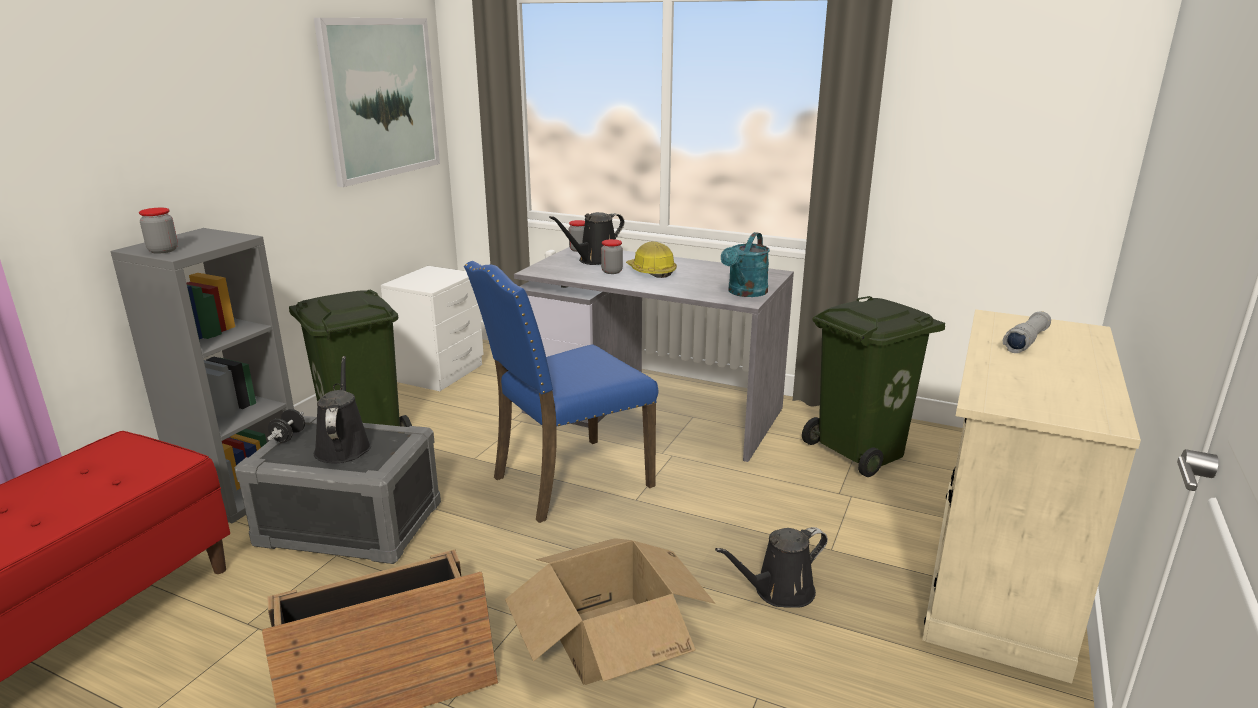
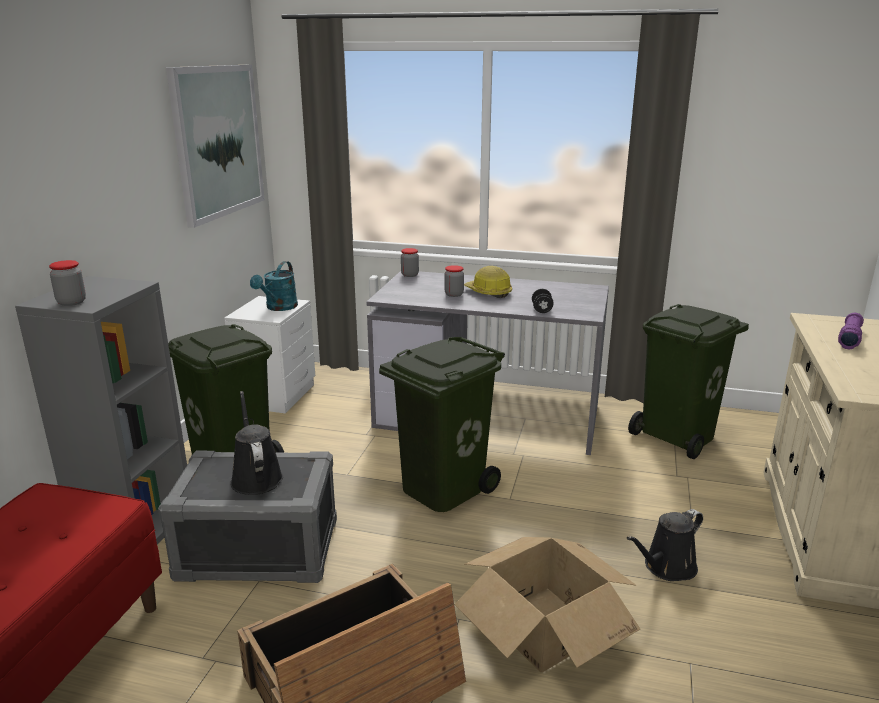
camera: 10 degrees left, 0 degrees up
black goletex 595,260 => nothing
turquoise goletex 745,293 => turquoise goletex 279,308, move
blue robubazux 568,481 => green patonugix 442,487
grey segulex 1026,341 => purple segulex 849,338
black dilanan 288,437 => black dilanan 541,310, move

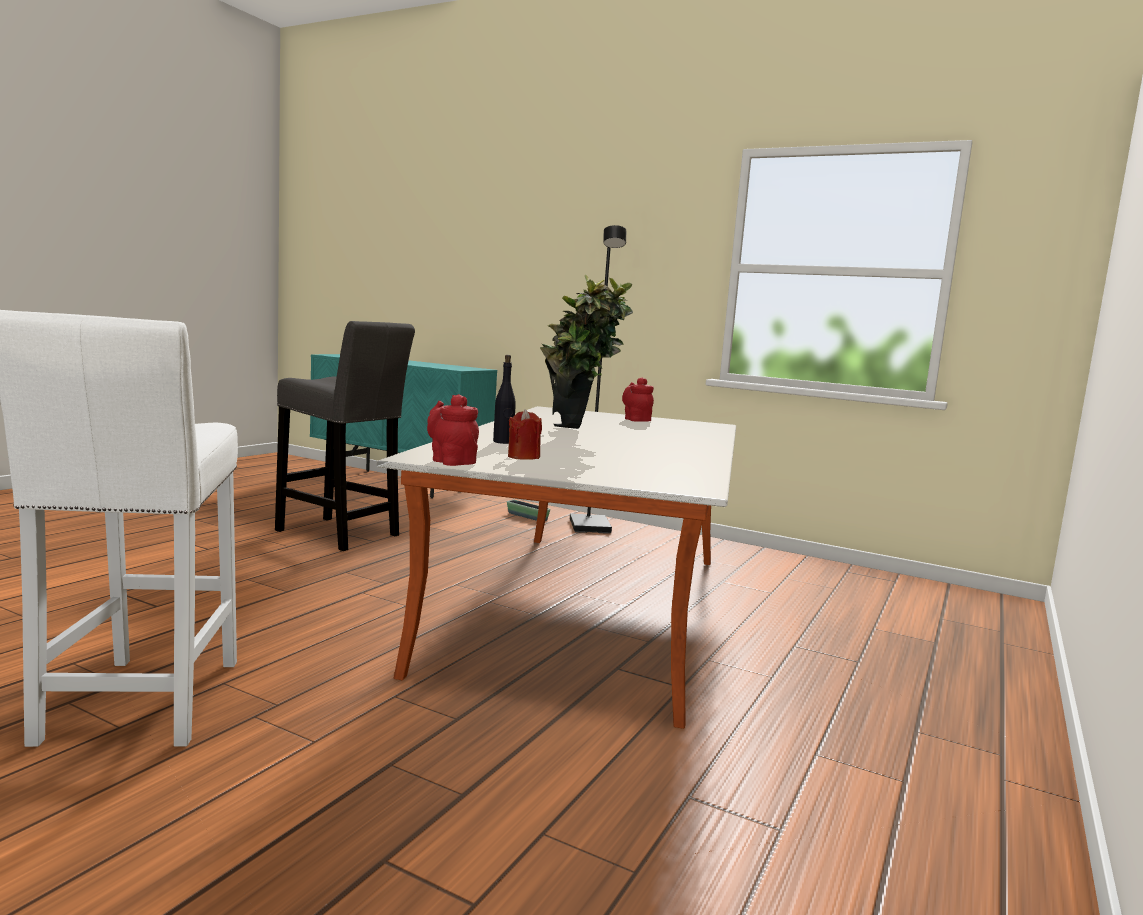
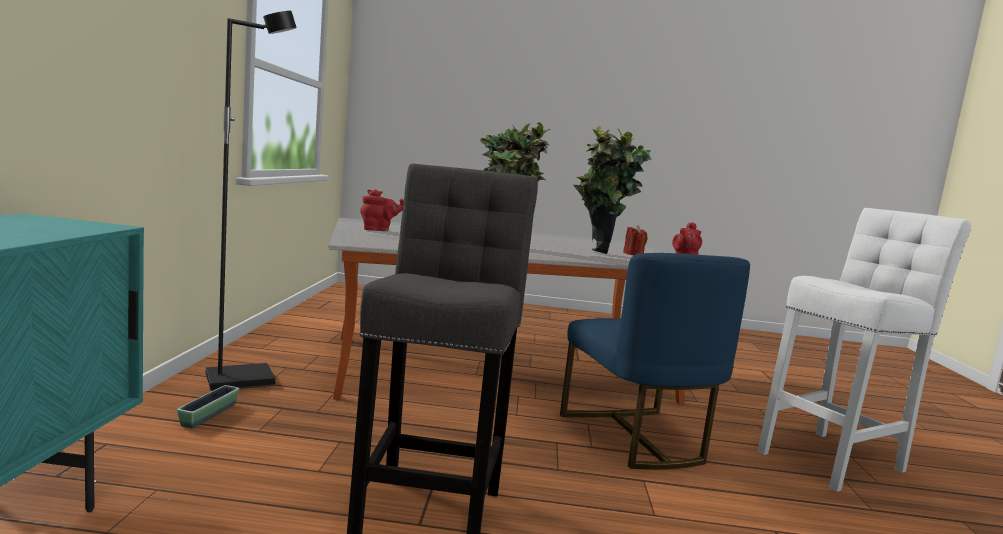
camera: 115 degrees left, 0 degrees up
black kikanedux 503,442 => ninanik 598,255
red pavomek 636,420 => red pavomek 379,230, 150 degrees counterclockwise
nothing => blue robubazux 636,438

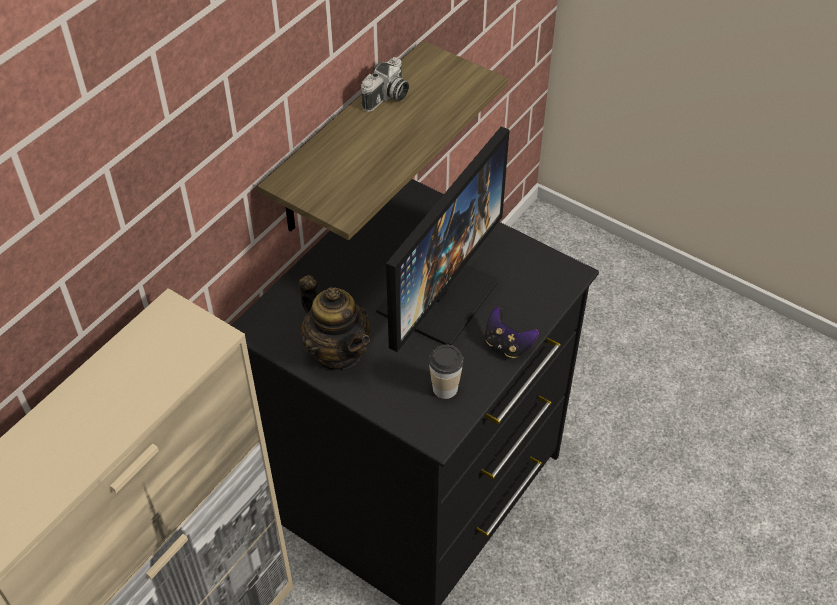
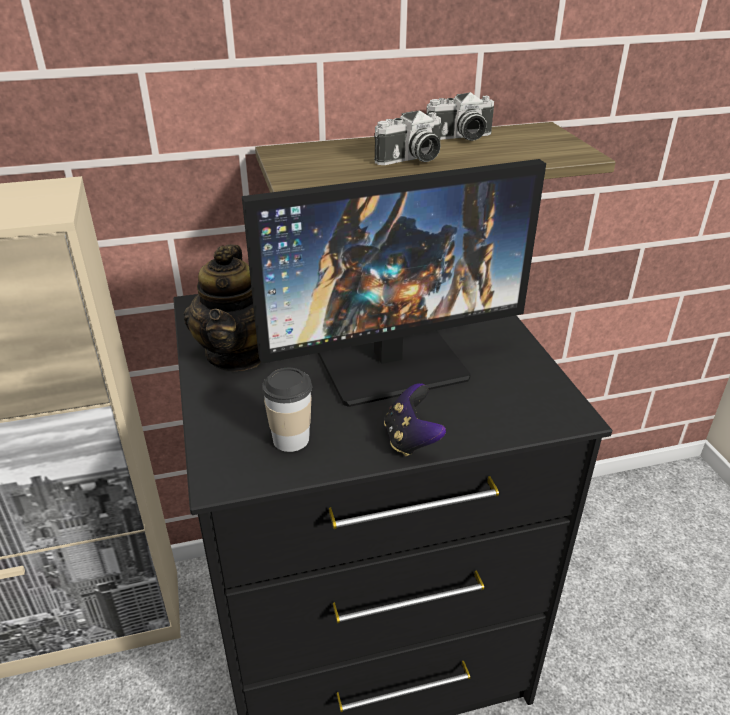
camera: 40 degrees right, 15 degrees down
nothing => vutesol 411,159

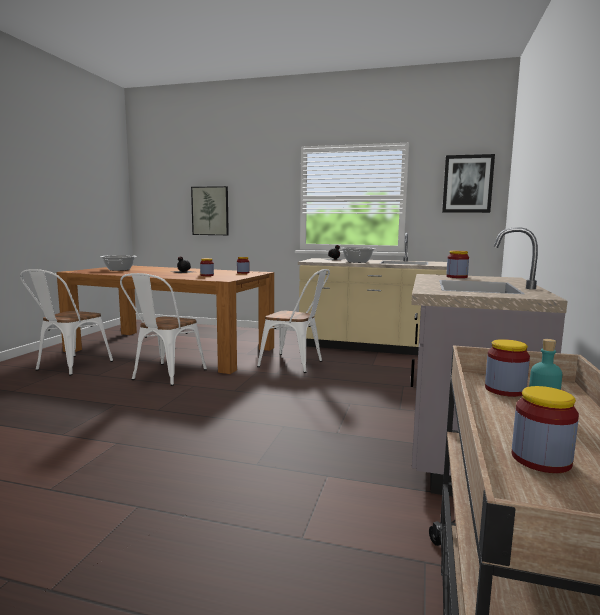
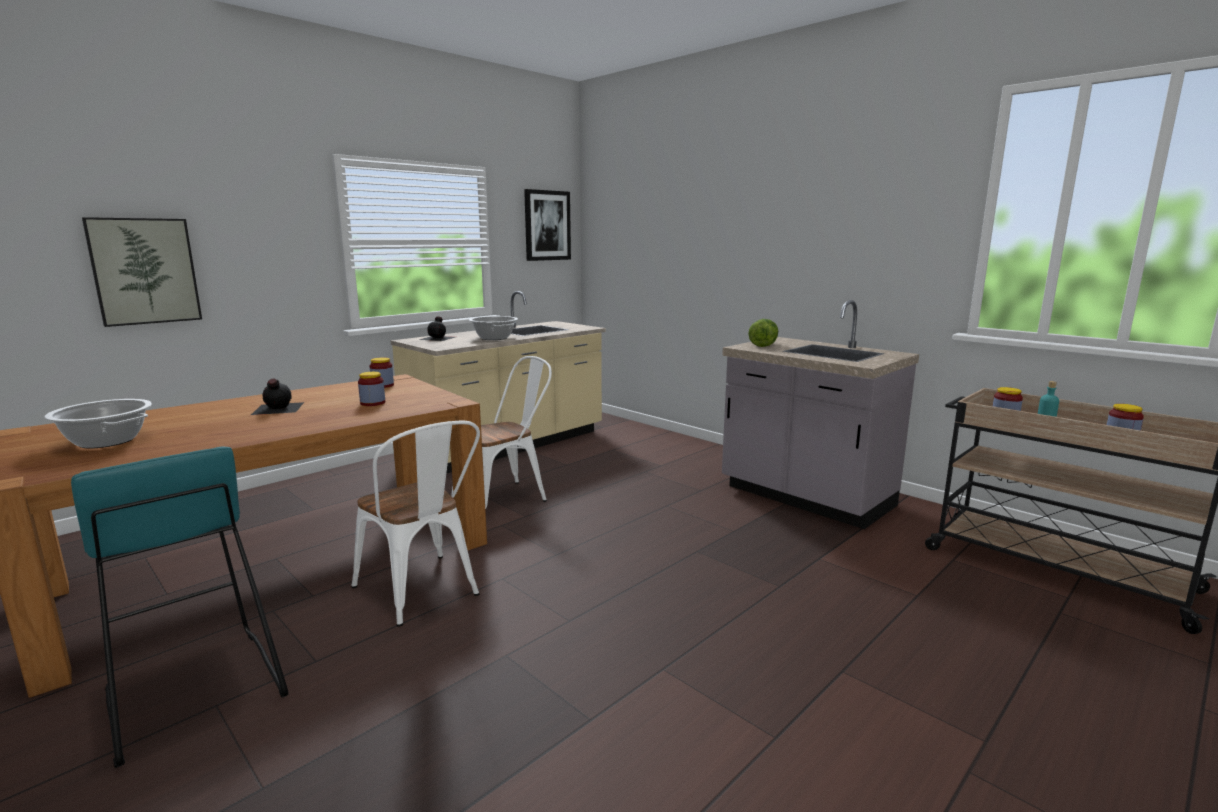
camera: 60 degrees left, 5 degrees up
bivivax 456,277 => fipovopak 763,345
white robubazux 69,367 => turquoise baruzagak 194,693

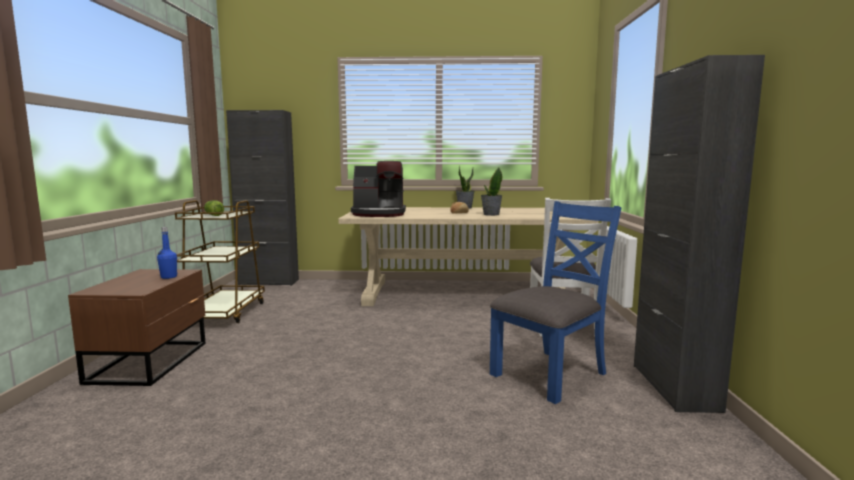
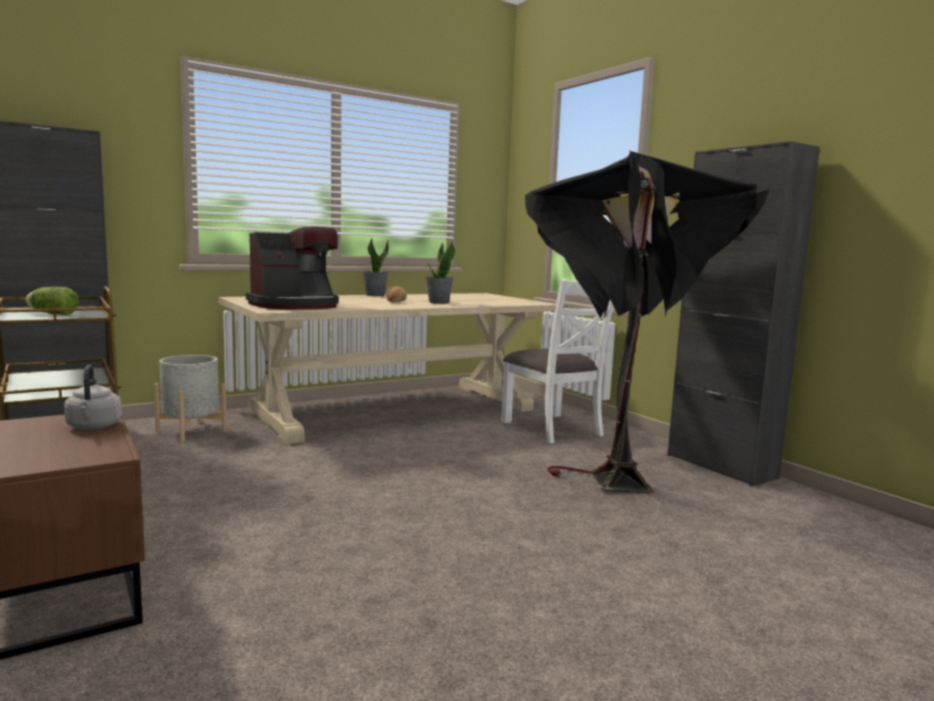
camera: 35 degrees left, 0 degrees up
blue robubazux 550,374 => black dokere 618,477
blue kikanedux 168,277 => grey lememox 93,427
nothing => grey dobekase 191,431

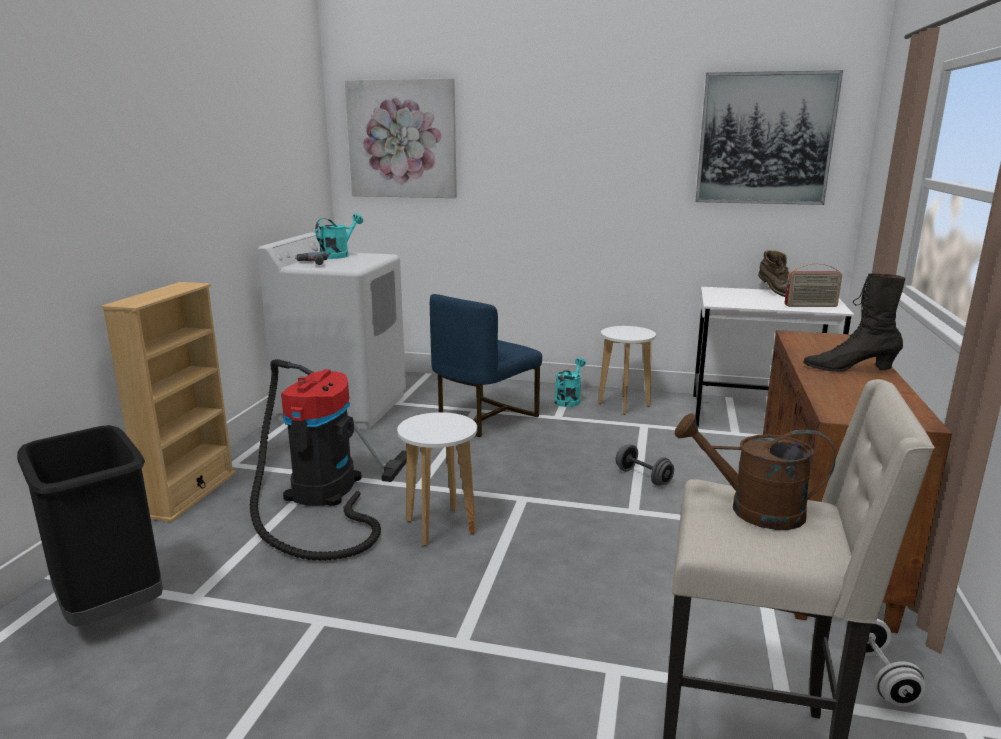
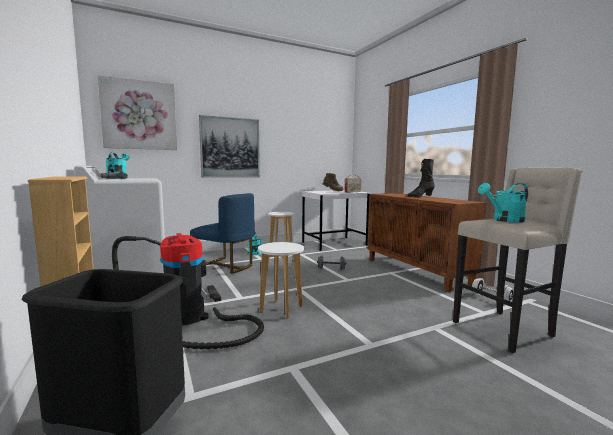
camera: 40 degrees left, 10 degrees down
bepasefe 765,139 => bepasefe 230,148, move
blue robubazux 484,418 => blue robubazux 225,266, 60 degrees counterclockwise
brown goletex 752,510 => turquoise goletex 504,220

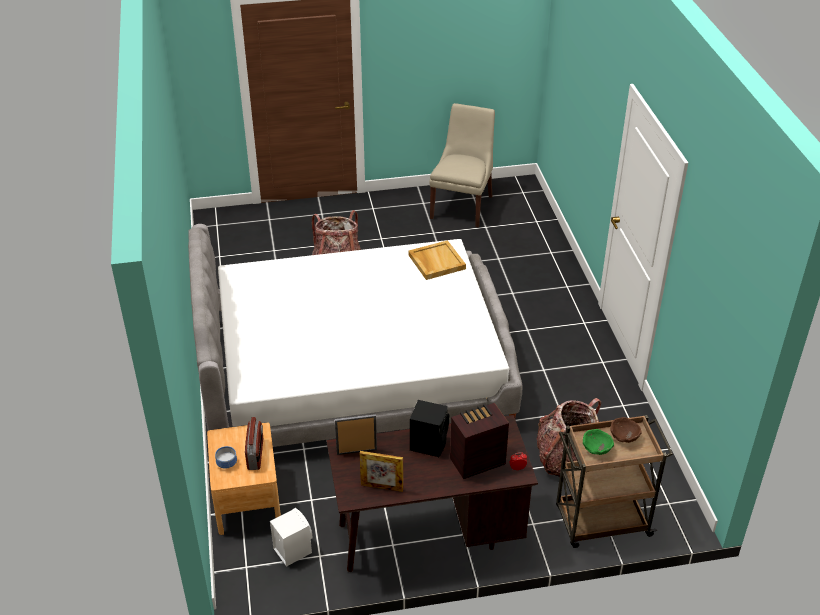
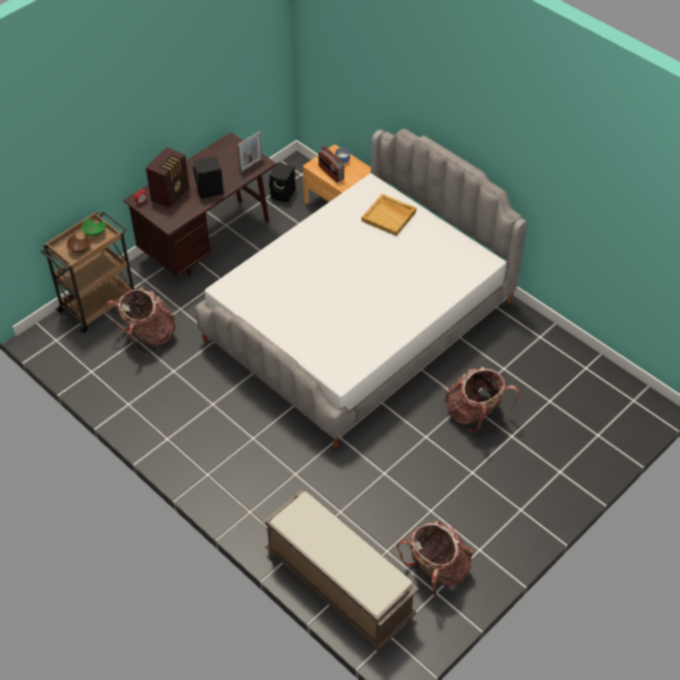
camera: 145 degrees right, 10 degrees up
beige robubazux 462,206 => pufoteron 436,570
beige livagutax 436,262 => beige livagutax 389,216, move
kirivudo 382,487 => nothing
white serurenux 292,549 => black serurenux 283,194
nothing => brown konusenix 337,585

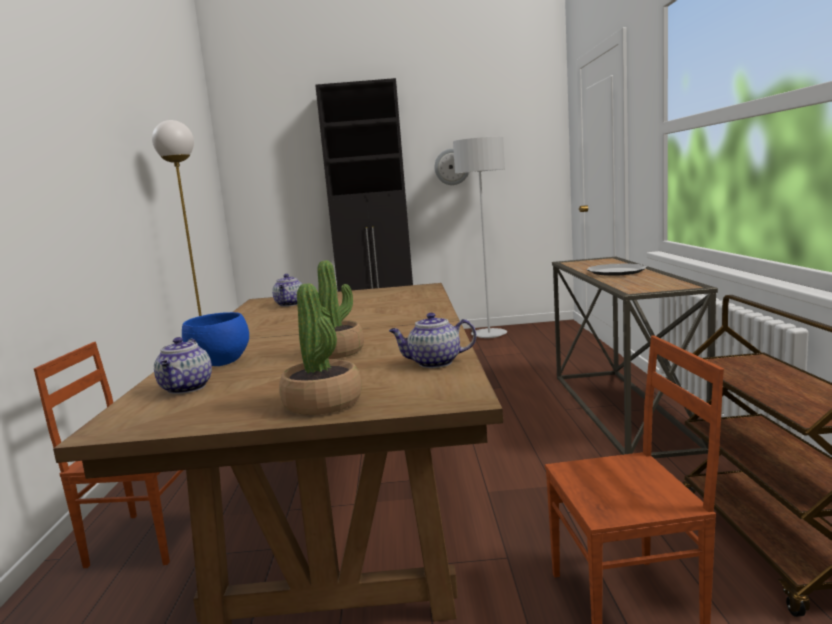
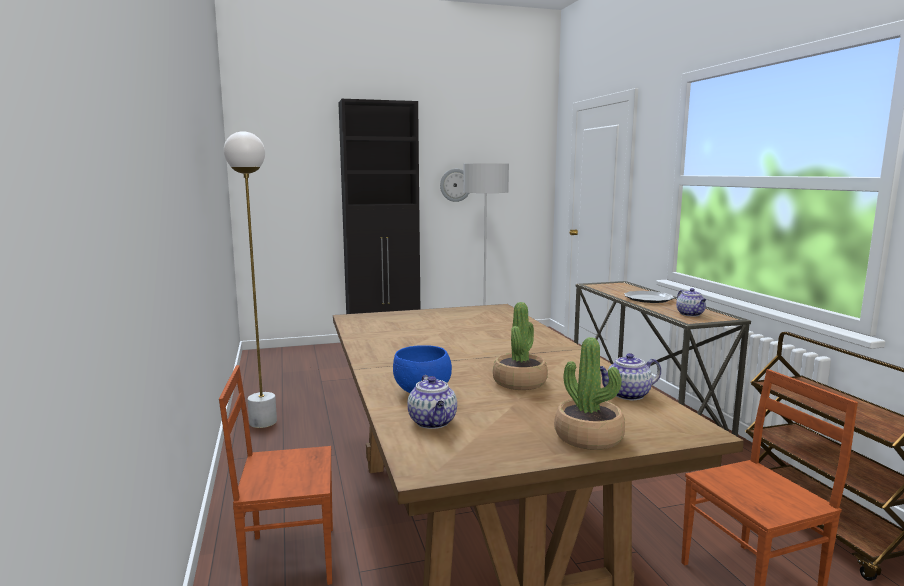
camera: 15 degrees left, 0 degrees up
pavomek 290,304 => pavomek 690,314, move

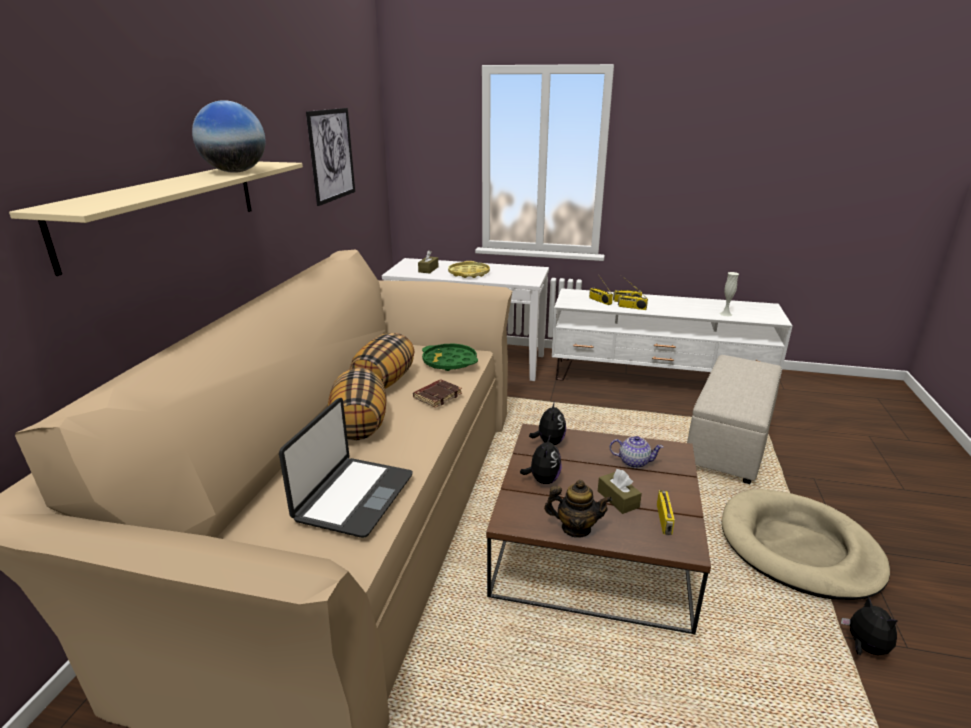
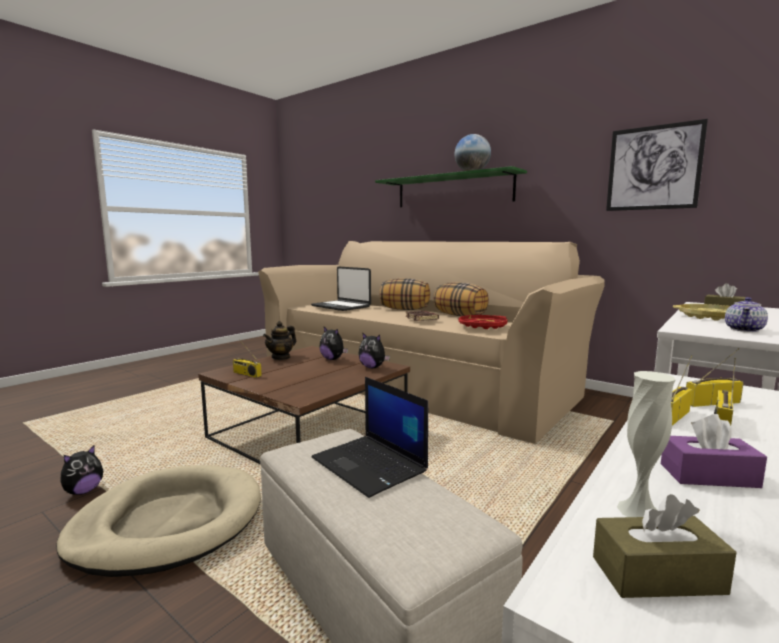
camera: 115 degrees right, 15 degrees down
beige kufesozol 166,209 => green kufesozol 453,191
green livagutax 449,362 => red livagutax 482,326
pavomek 633,462 => pavomek 744,329, move
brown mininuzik 618,499 => brown mininuzik 657,575, move
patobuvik 864,647 => patobuvik 83,491, 60 degrees counterclockwise
nothing => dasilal 370,465
nothing => purple mininuzik 708,475

